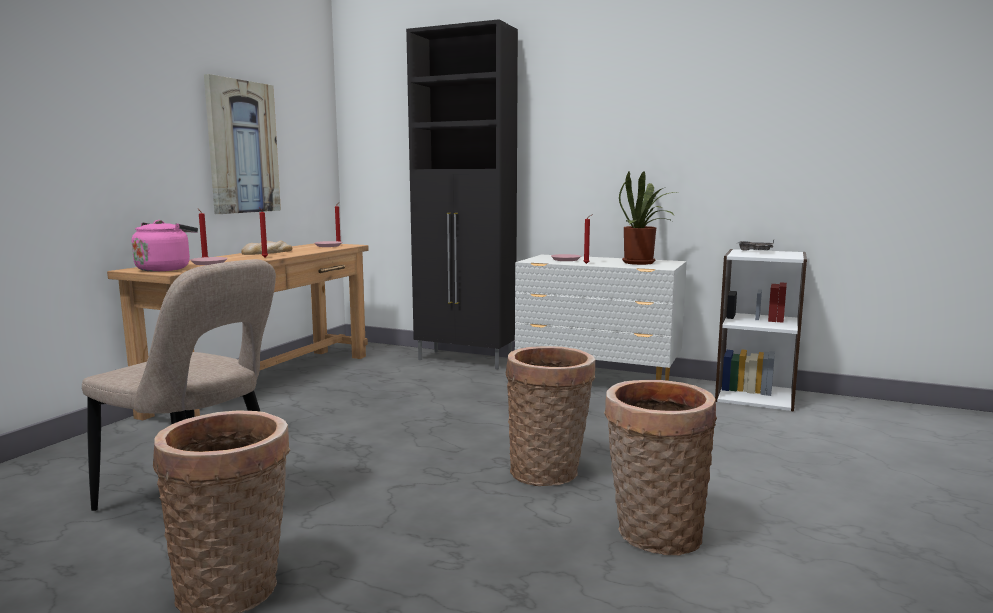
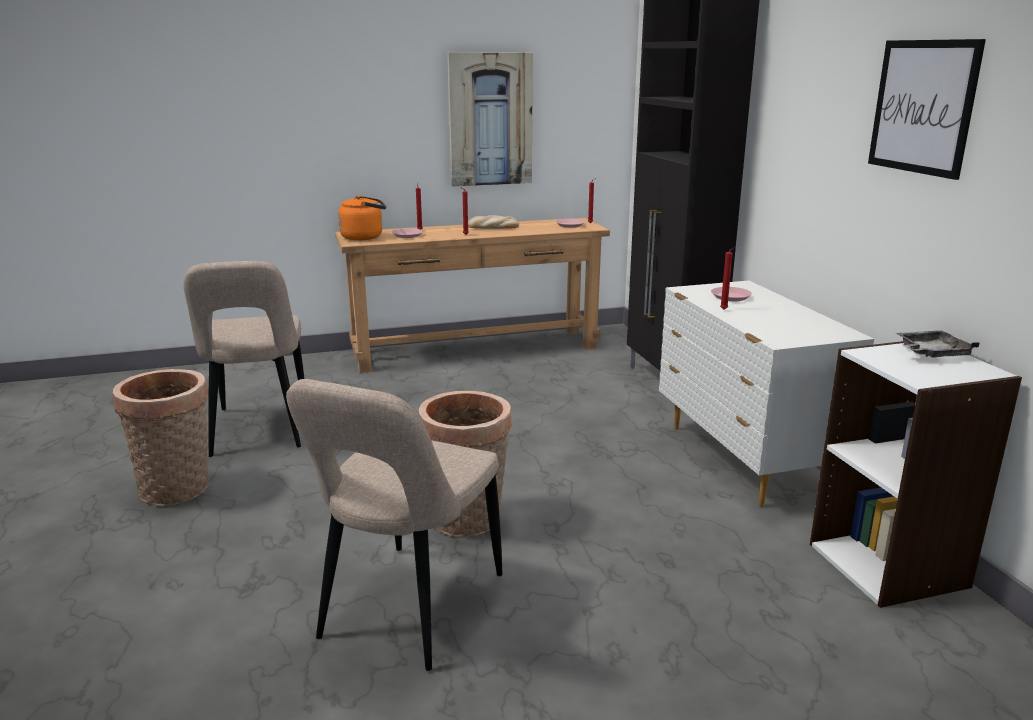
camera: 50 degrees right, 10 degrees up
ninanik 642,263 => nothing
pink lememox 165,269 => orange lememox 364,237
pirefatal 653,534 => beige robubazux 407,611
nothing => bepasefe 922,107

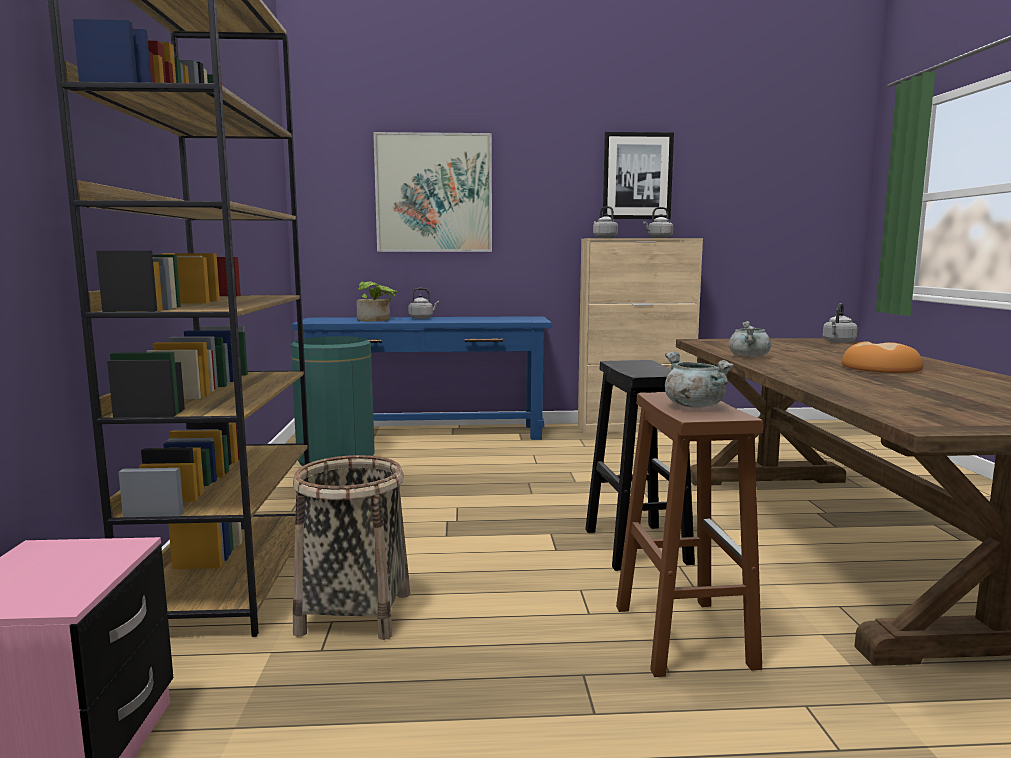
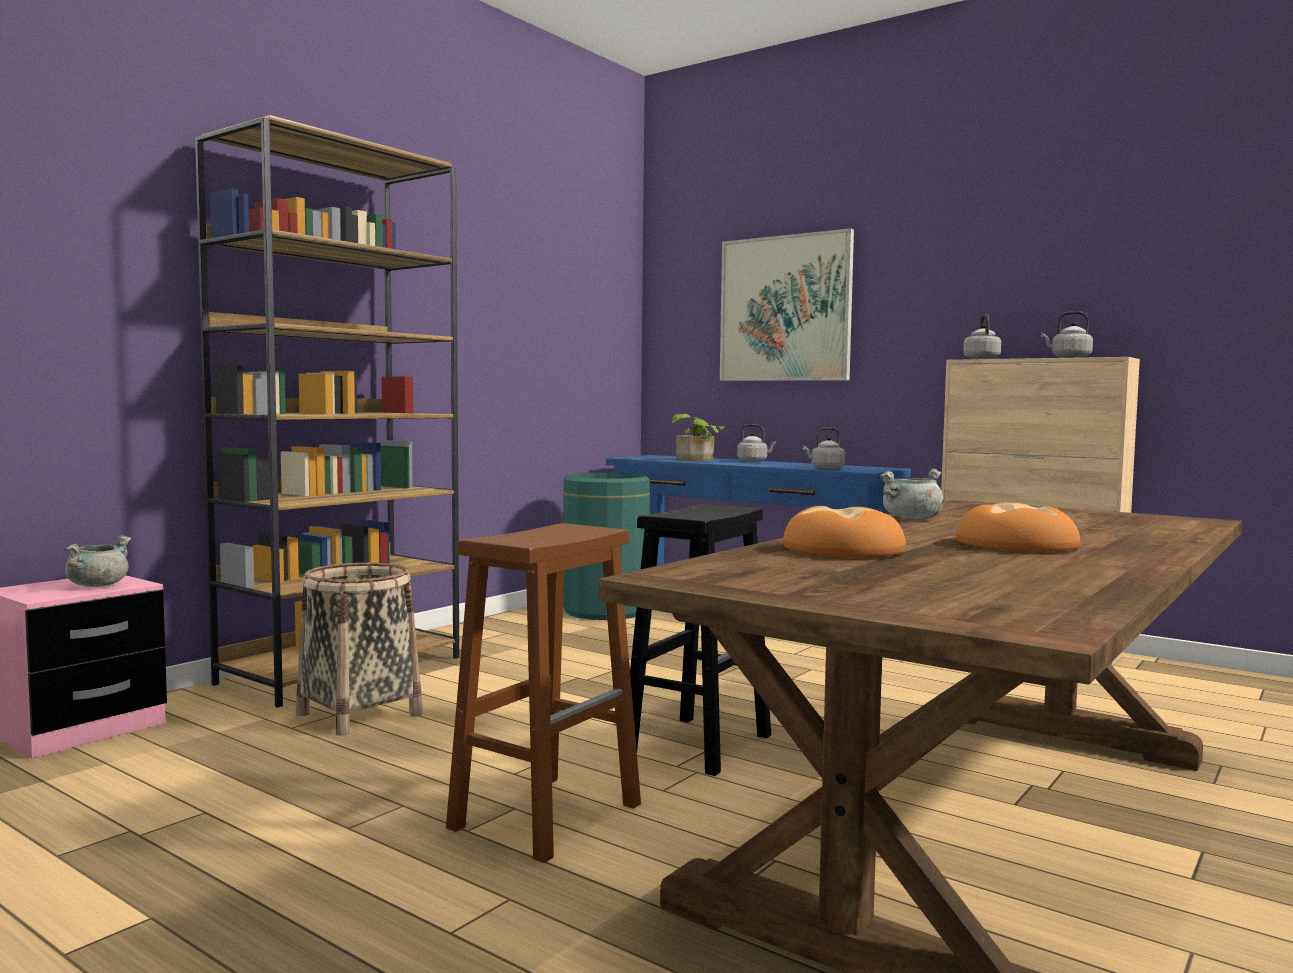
camera: 40 degrees right, 5 degrees down
bepasefe 637,176 => nothing
grey lememox 838,342 => grey lememox 825,468, move
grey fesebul 693,406 => grey fesebul 97,585, move
nothing => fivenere 843,550

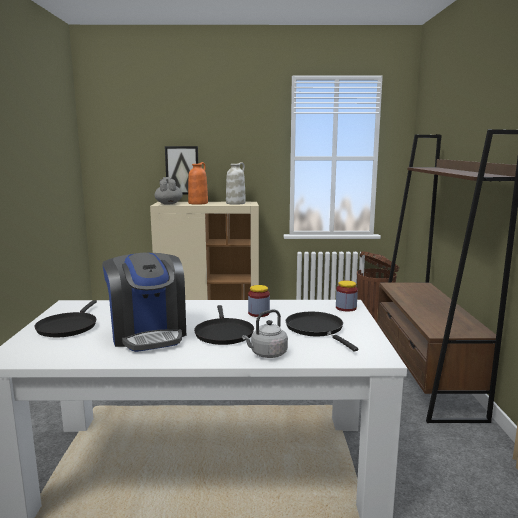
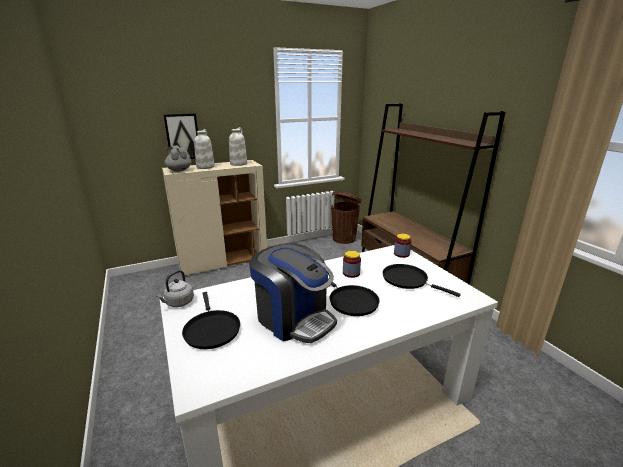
camera: 25 degrees left, 10 degrees up
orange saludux 198,203 => white saludux 205,167
grey lememox 267,354 => grey lememox 178,303, move

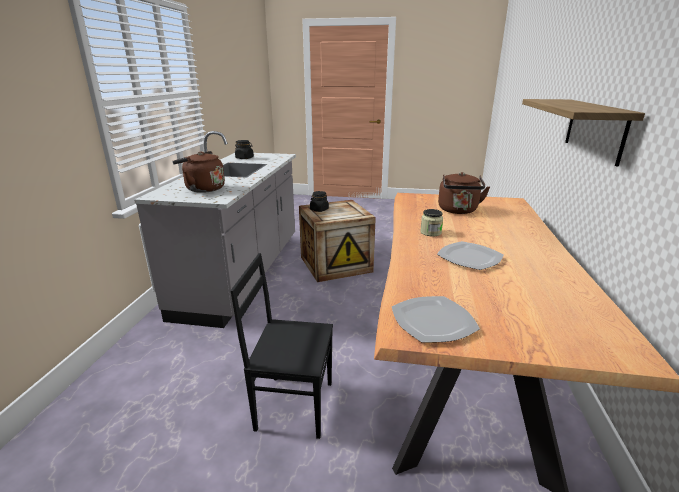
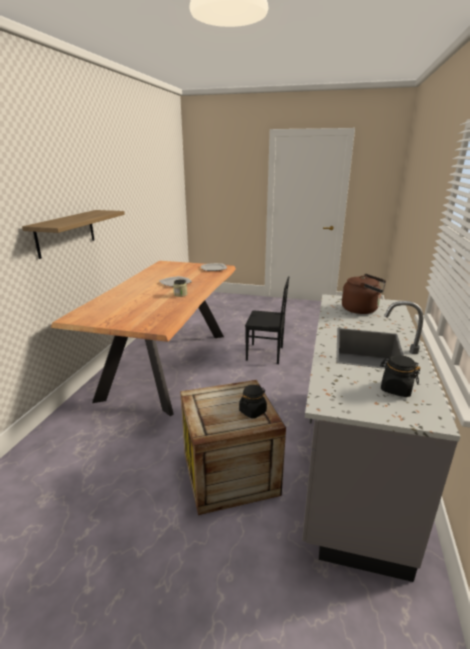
camera: 175 degrees left, 0 degrees up
brown lememox 458,211 => nothing

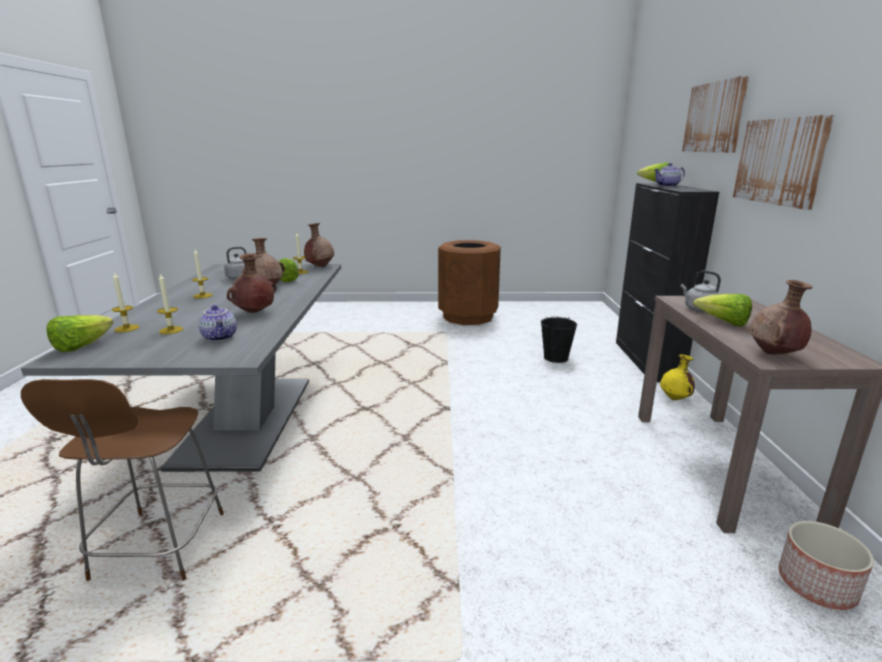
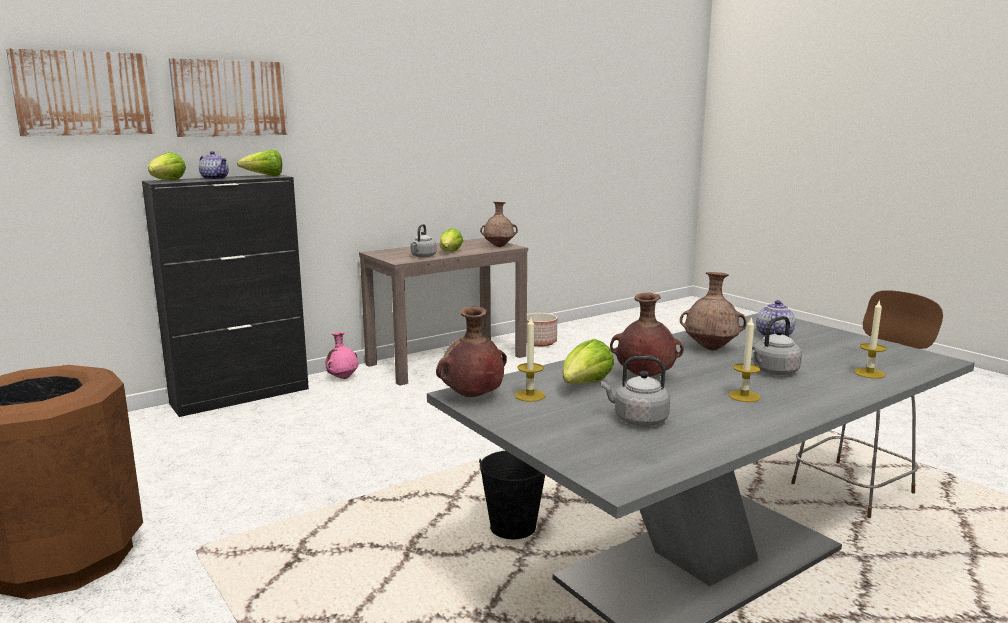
camera: 125 degrees left, 5 degrees down
bepasefe 780,161 => bepasefe 84,93, move
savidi 171,330 => nothing
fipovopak 82,346 => fipovopak 264,176, move
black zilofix 556,358 => black zilofix 512,528, move
yellow saludux 675,399 => pink saludux 343,378
nothing => grey lememox 773,372

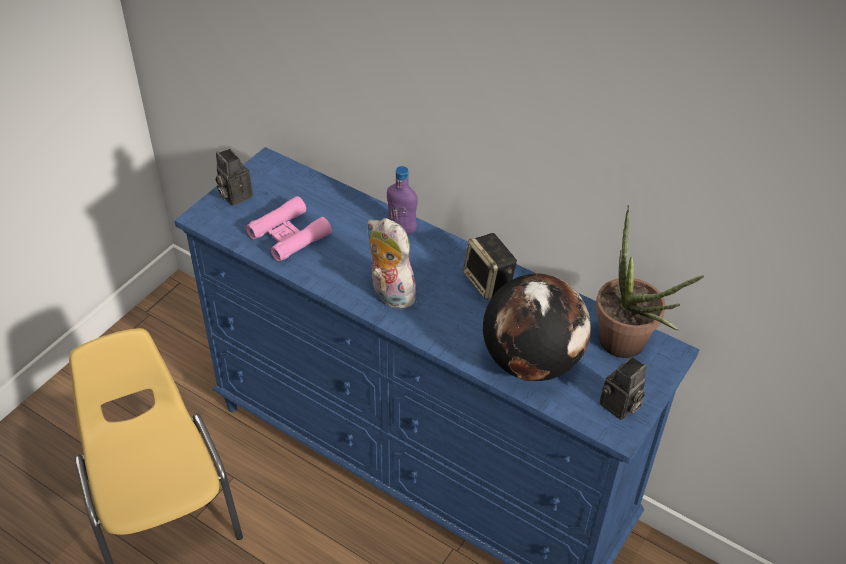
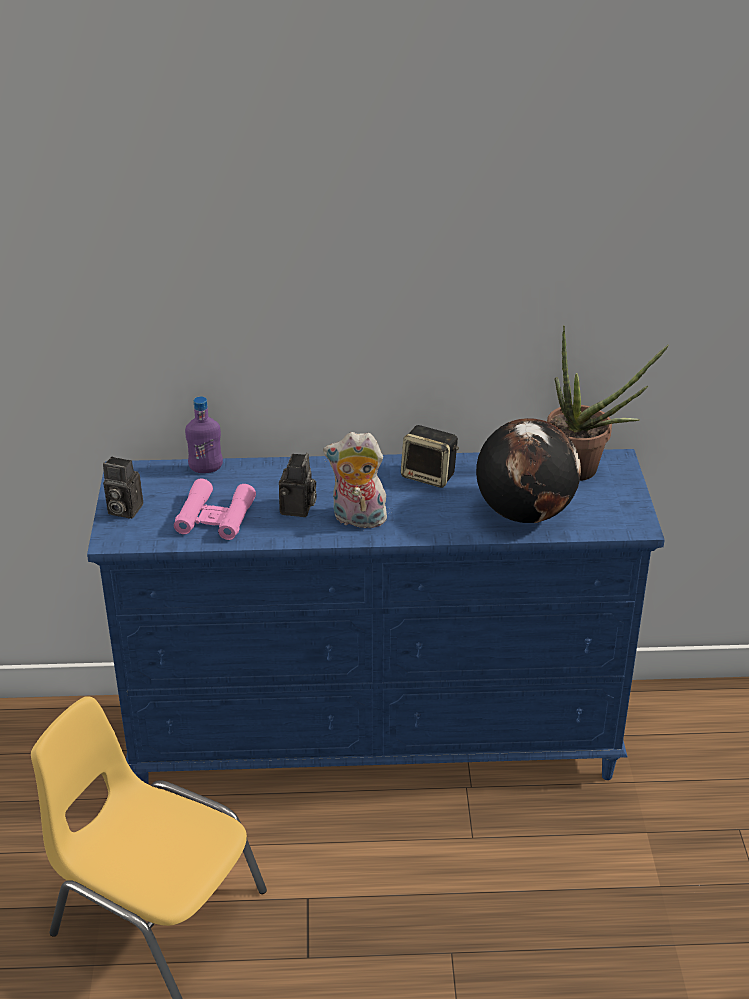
camera: 35 degrees left, 10 degrees down
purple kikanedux 402,229 => purple kikanedux 206,469, move
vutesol 619,407 => vutesol 298,509, move

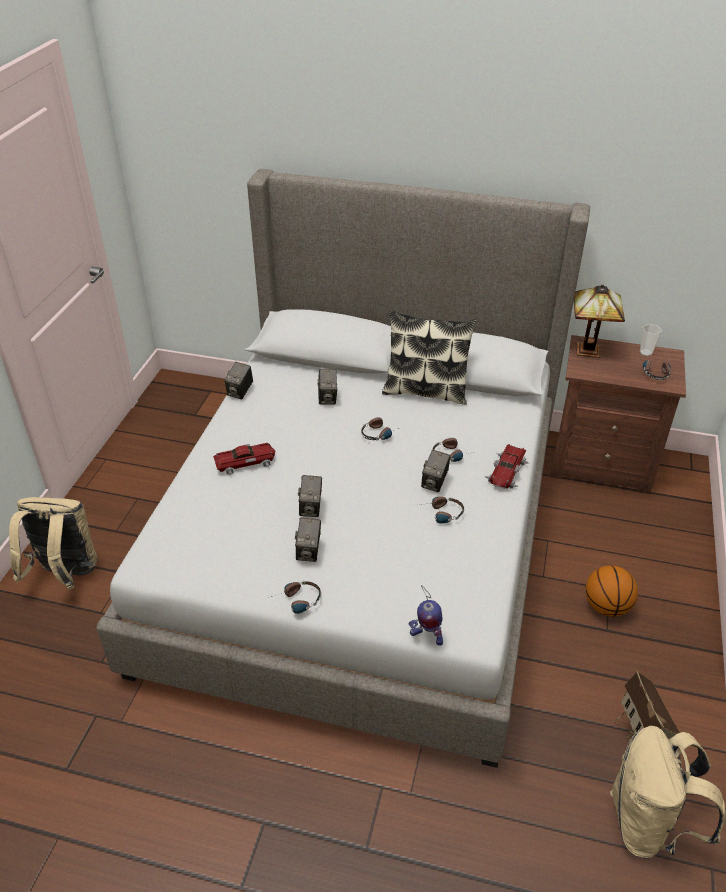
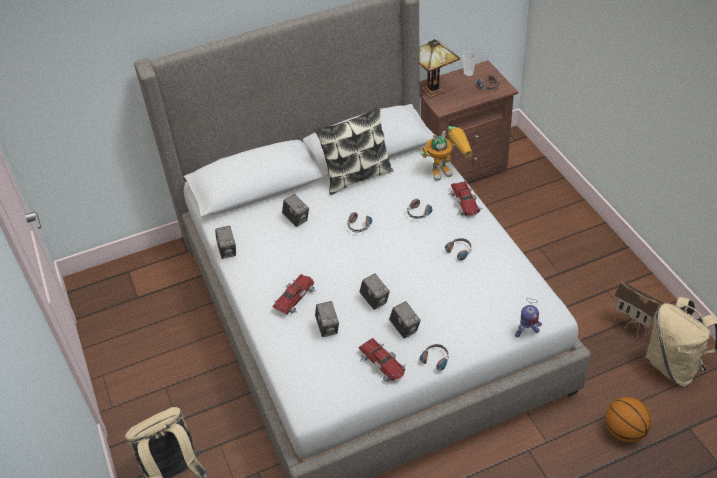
camera: 35 degrees left, 5 degrees up
vutesol 434,483 => vutesol 328,327, move
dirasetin 606,607 => dirasetin 624,431, move
nothing => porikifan 447,169
nothing => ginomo 383,363

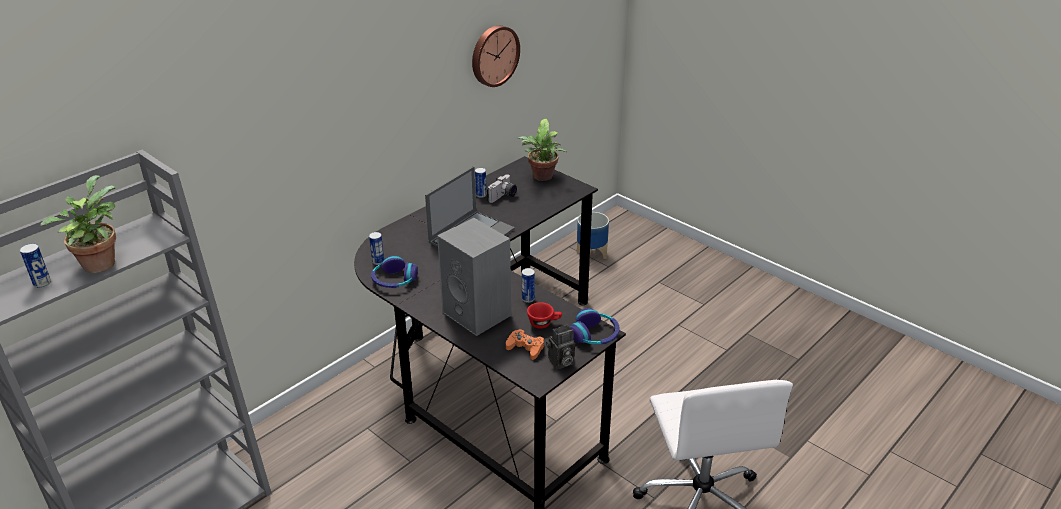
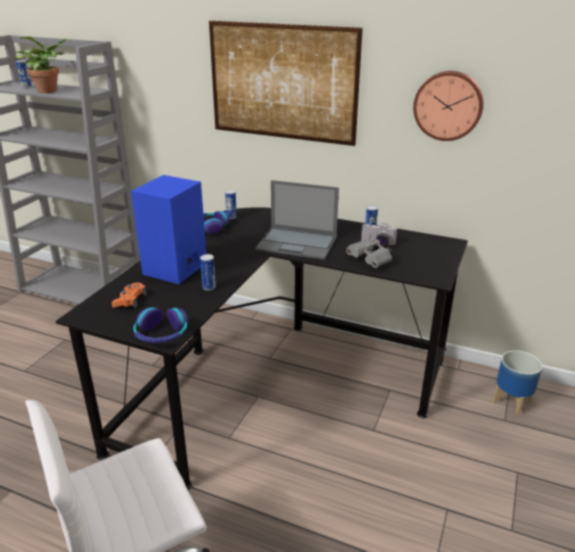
camera: 70 degrees right, 5 degrees down
ninanik 542,177 => nothing
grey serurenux 478,314 => blue serurenux 175,269
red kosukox 544,323 => nothing
vutesol 560,362 => nothing
nothing => bepasefe 282,82
nothing => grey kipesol 370,261

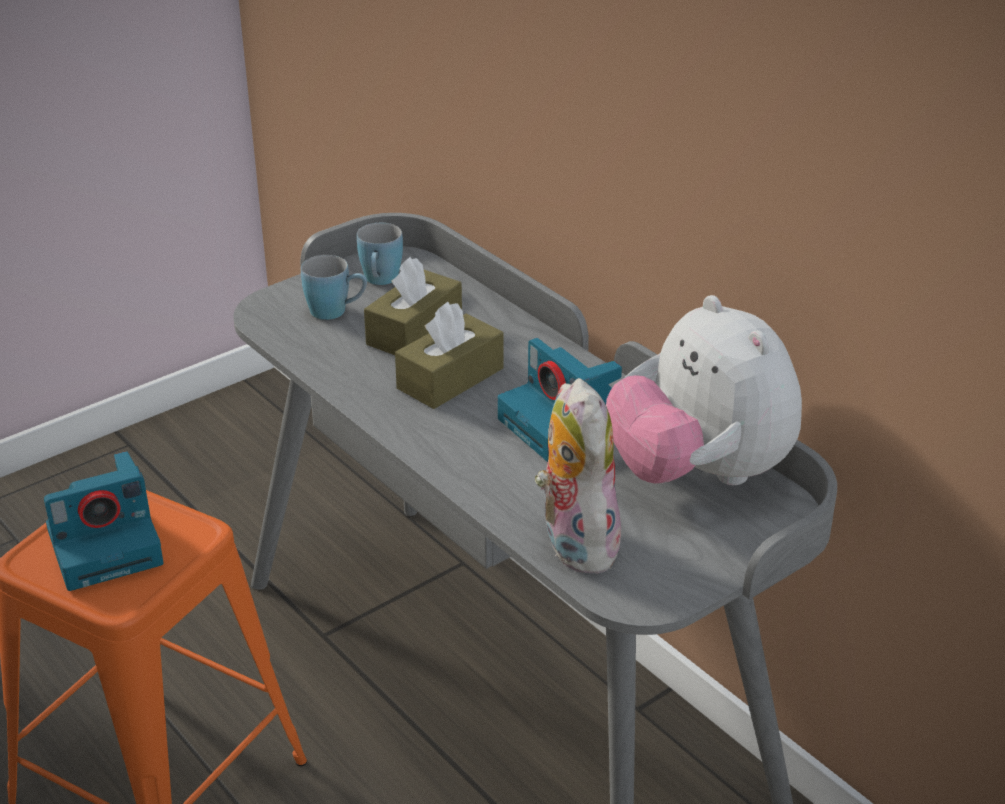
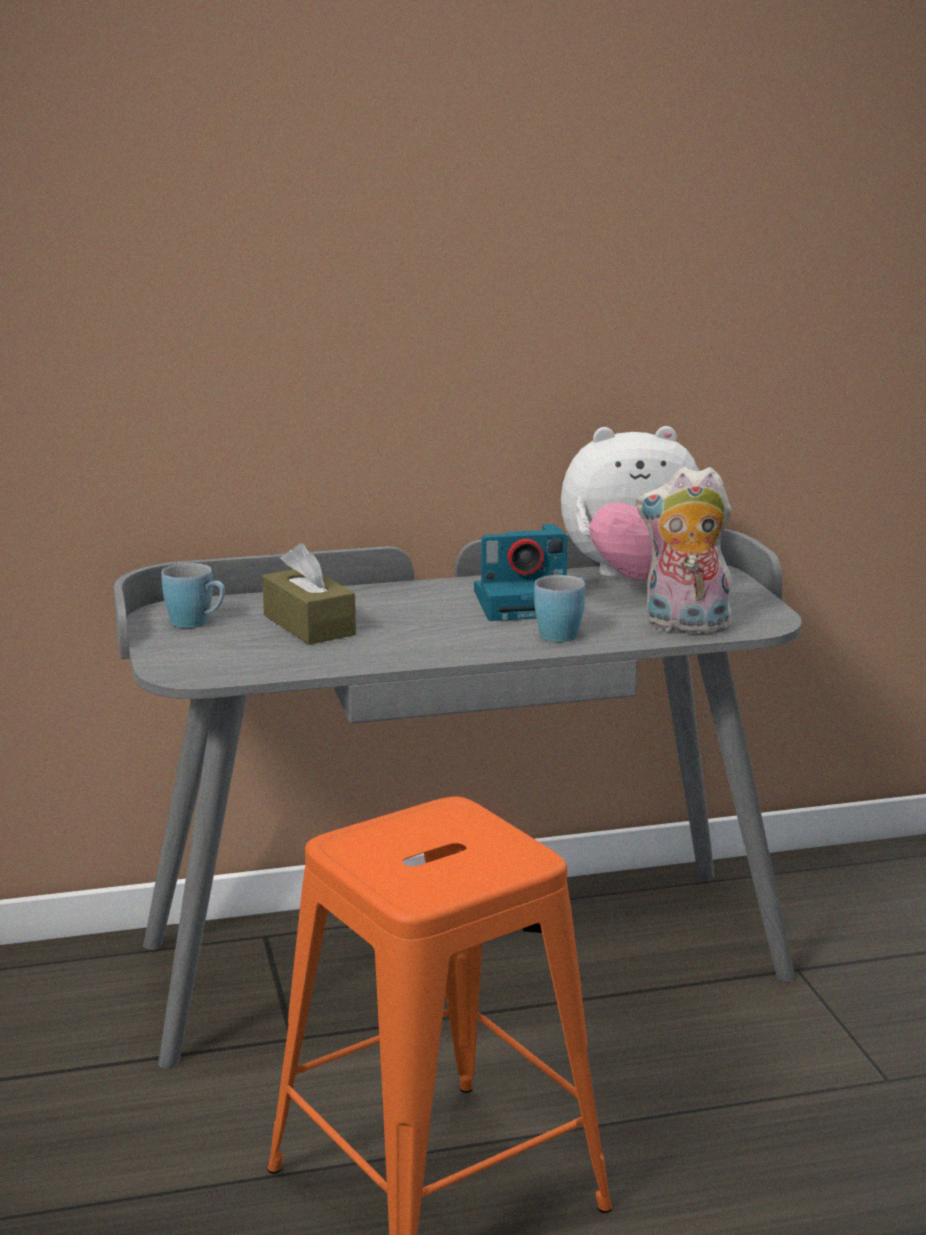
camera: 65 degrees left, 15 degrees down
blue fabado 336,311 => blue fabado 564,632, move
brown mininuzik 450,378 => nothing
vutesol 107,545 => nothing

